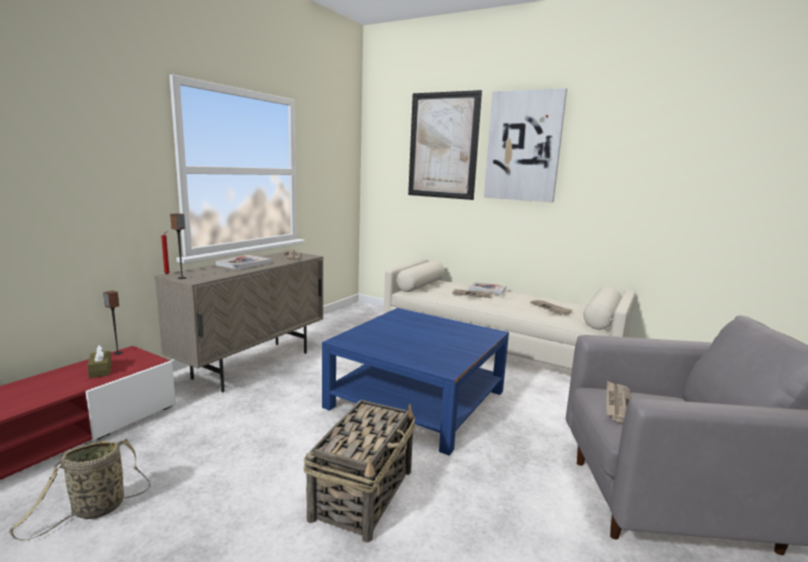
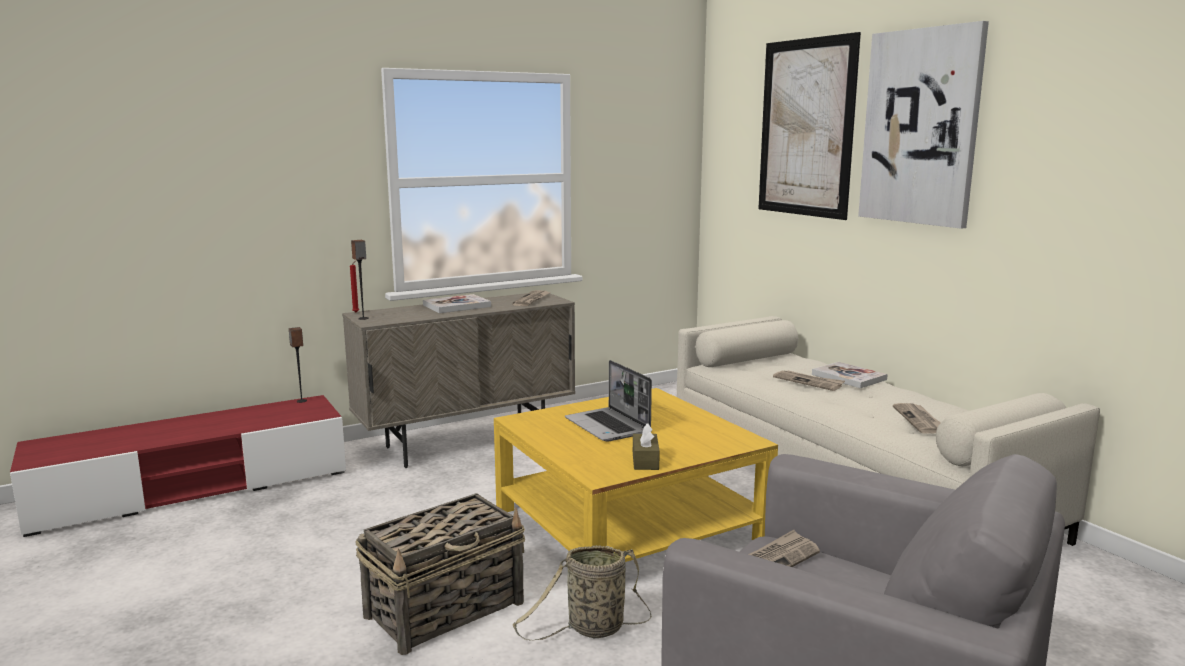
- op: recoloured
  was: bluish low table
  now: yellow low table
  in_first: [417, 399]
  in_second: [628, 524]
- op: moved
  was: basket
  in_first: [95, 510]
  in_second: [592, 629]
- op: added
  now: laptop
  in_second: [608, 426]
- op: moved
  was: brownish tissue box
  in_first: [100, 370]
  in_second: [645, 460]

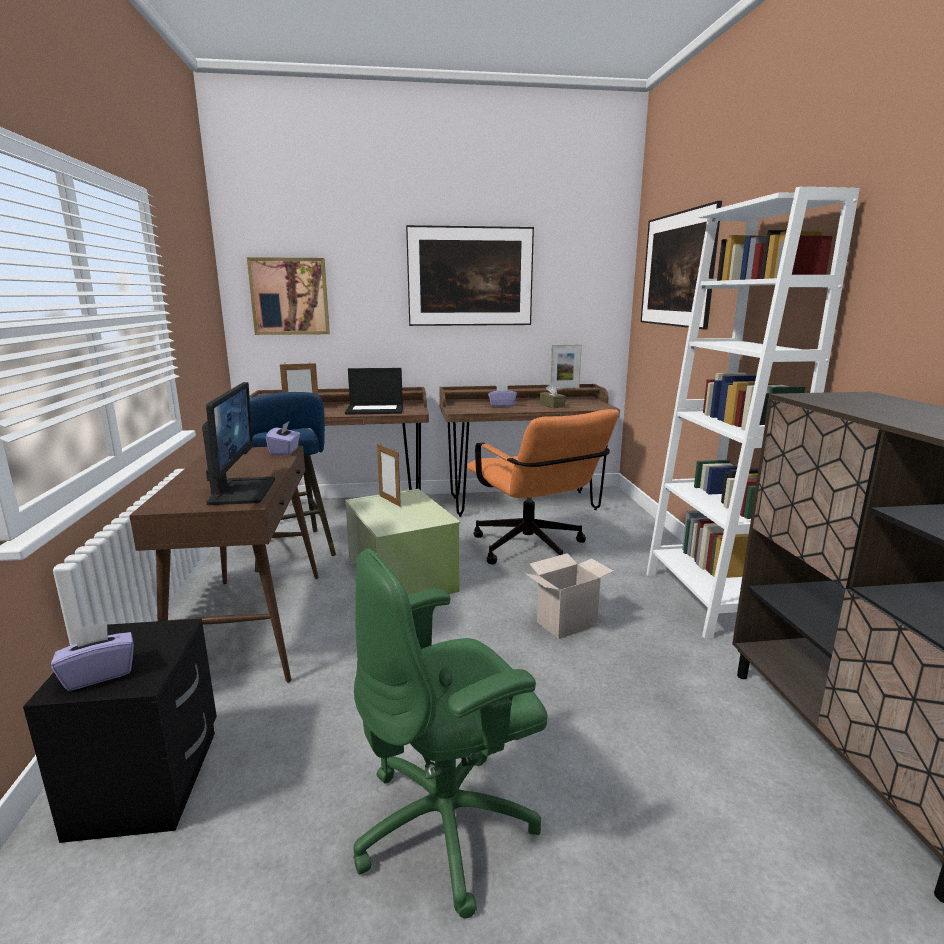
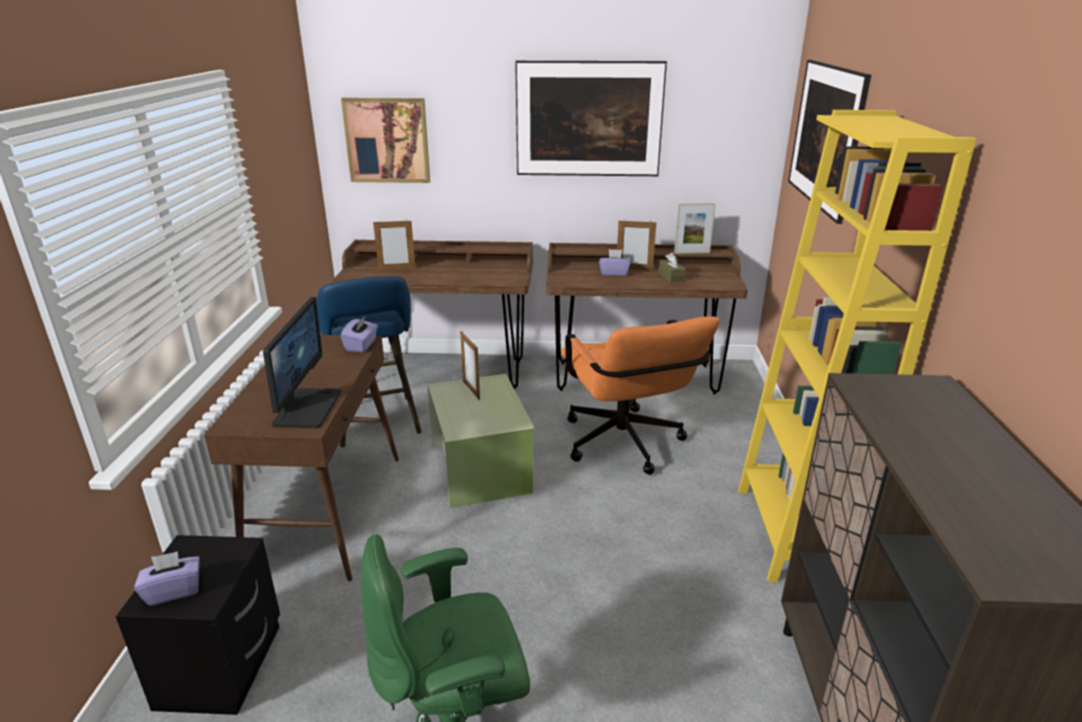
- op: added
  now: standing frame
  in_second: [634, 269]
- op: recoloured
  was: whitish shelving unit
  now: yellow shelving unit
  in_first: [707, 600]
  in_second: [792, 533]
- op: removed
  was: laptop
  in_first: [375, 410]
- op: removed
  was: carton
  in_first: [567, 622]

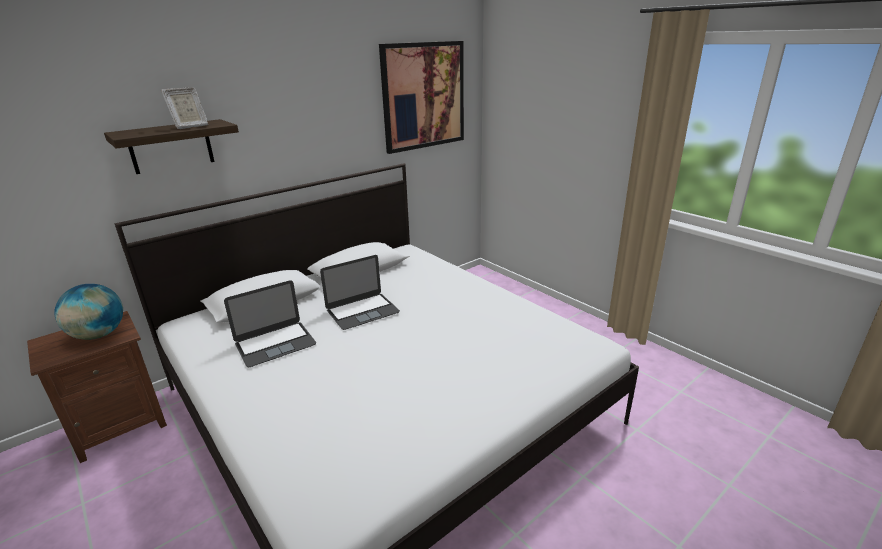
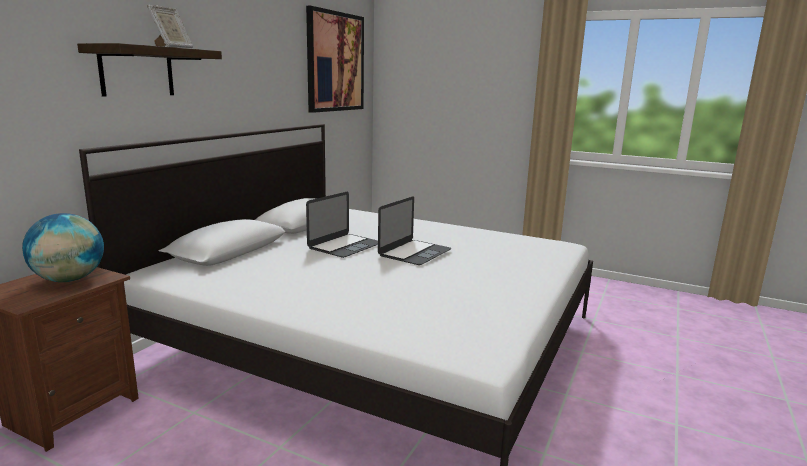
- op: moved
  was: laptop
  in_first: [275, 343]
  in_second: [415, 252]

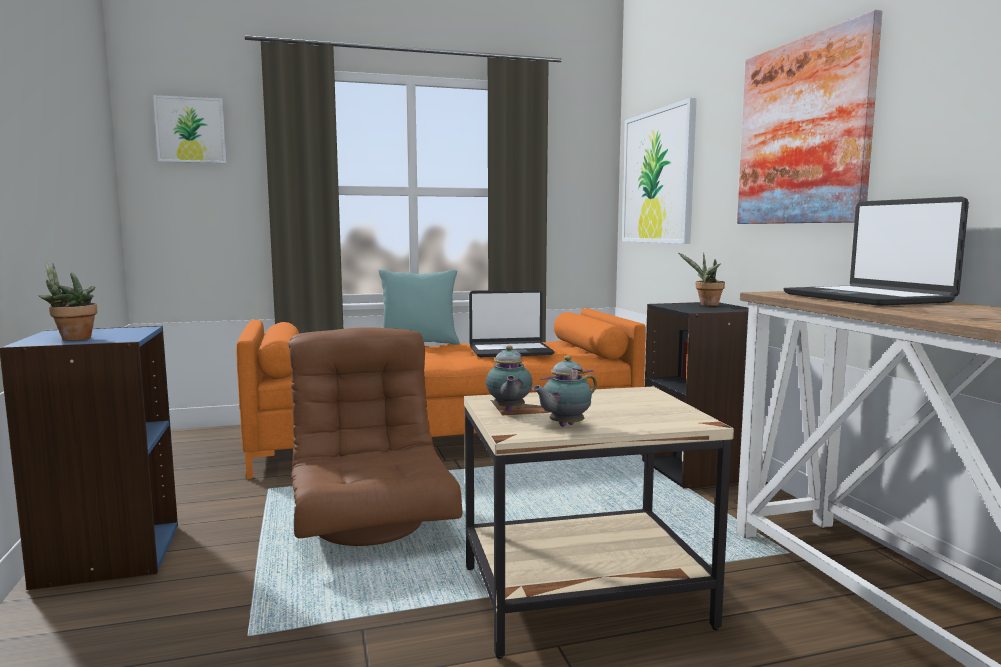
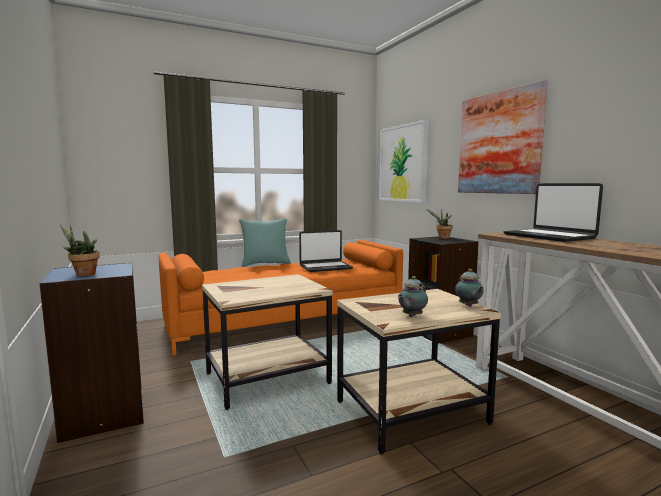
- op: replaced
  was: brownish lounge chair
  now: sand-coloured side table
  in_first: [372, 523]
  in_second: [267, 378]
- op: moved
  was: tea pot
  in_first: [508, 410]
  in_second: [468, 306]
- op: removed
  was: wall picture
  in_first: [191, 130]

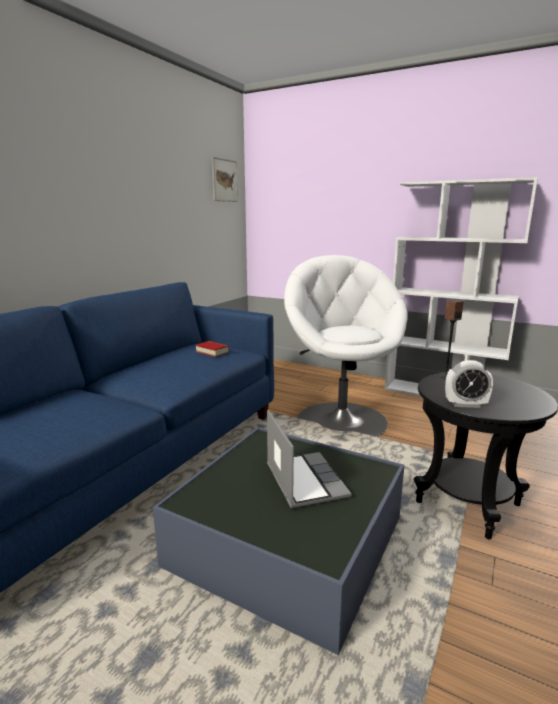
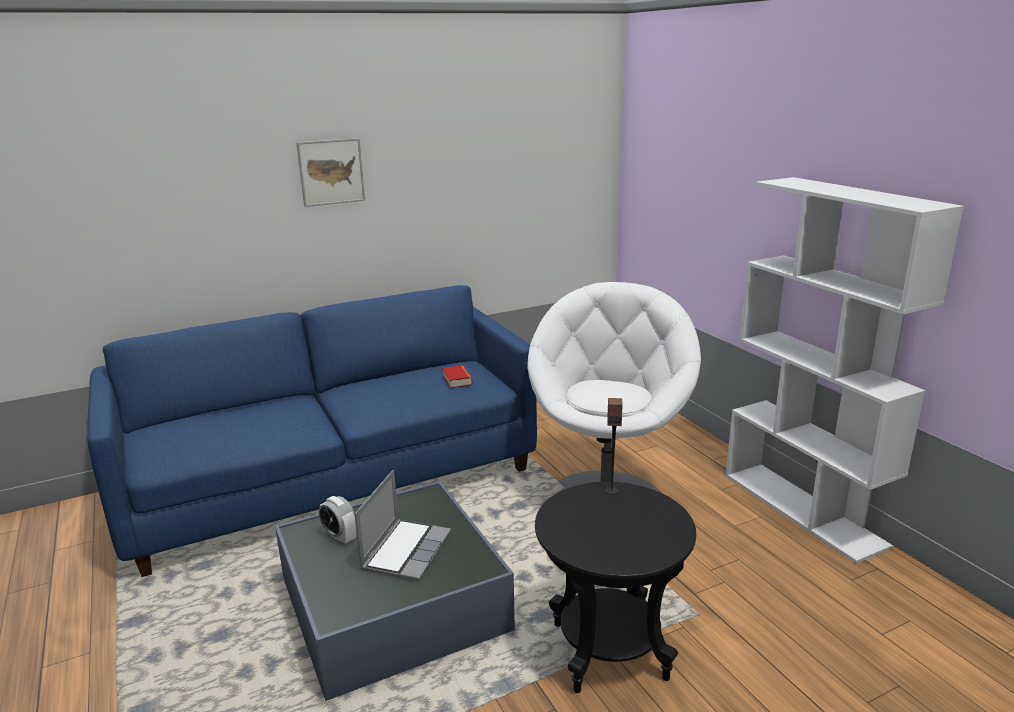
- op: moved
  was: wall picture
  in_first: [224, 180]
  in_second: [331, 172]
- op: moved
  was: alarm clock
  in_first: [465, 404]
  in_second: [340, 538]

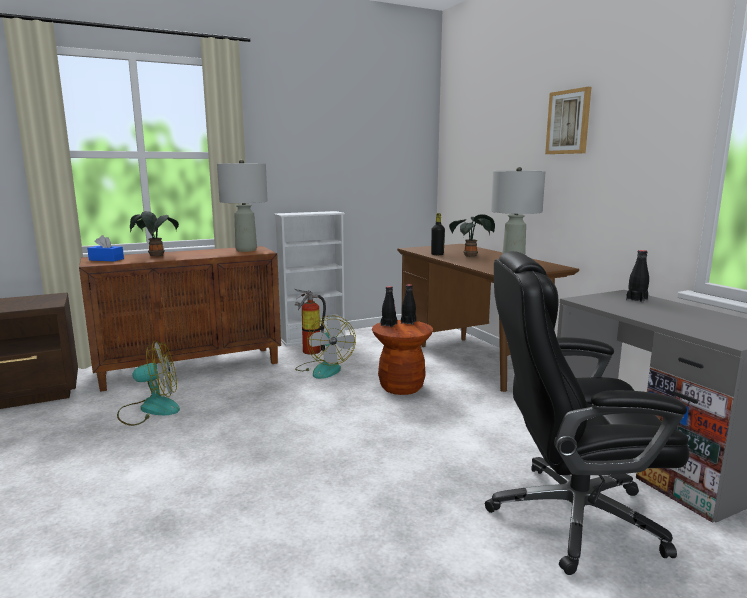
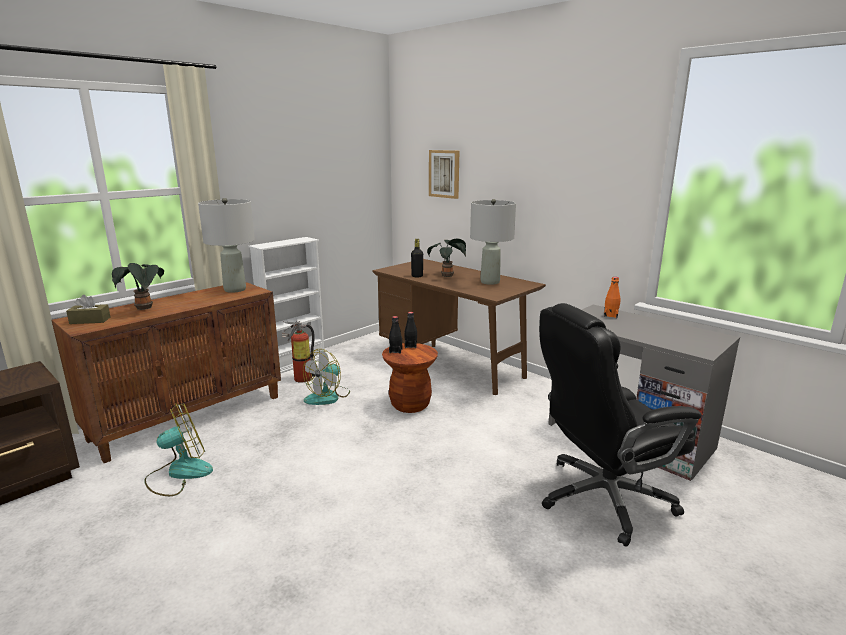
- op: recoloured
  was: bluish tissue box
  now: brownish tissue box
  in_first: [106, 259]
  in_second: [90, 320]
- op: turned
  was: electric fan
  in_first: [324, 369]
  in_second: [328, 396]
  clockwise: 75
- op: moved
  was: wall picture
  in_first: [568, 122]
  in_second: [444, 174]
- op: recoloured
  was: black bottle
  now: orange-coloured bottle
  in_first: [636, 299]
  in_second: [610, 315]

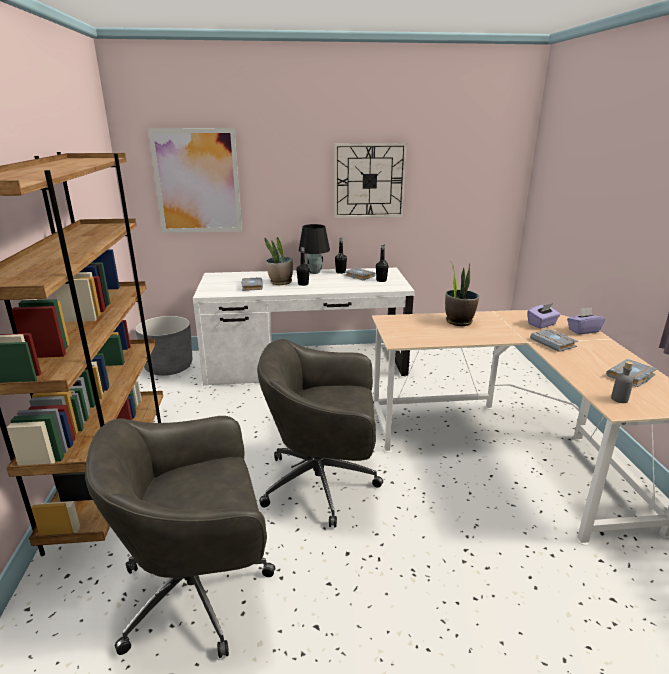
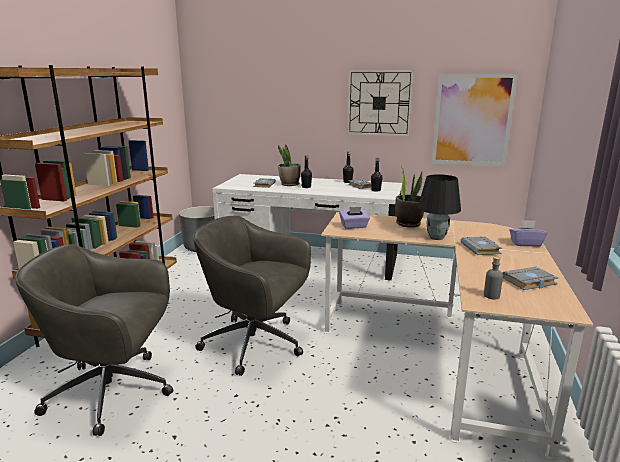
- op: moved
  was: purple tissue box
  in_first: [542, 324]
  in_second: [354, 226]
- op: moved
  was: black tabletop lamp
  in_first: [314, 272]
  in_second: [436, 237]
- op: moved
  was: wall picture
  in_first: [197, 181]
  in_second: [472, 120]

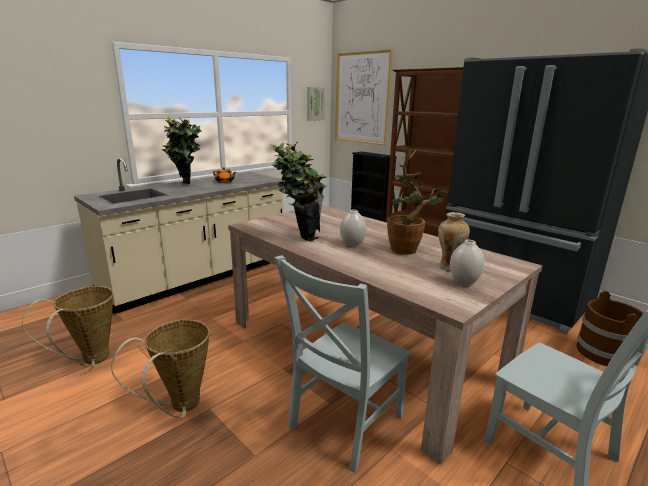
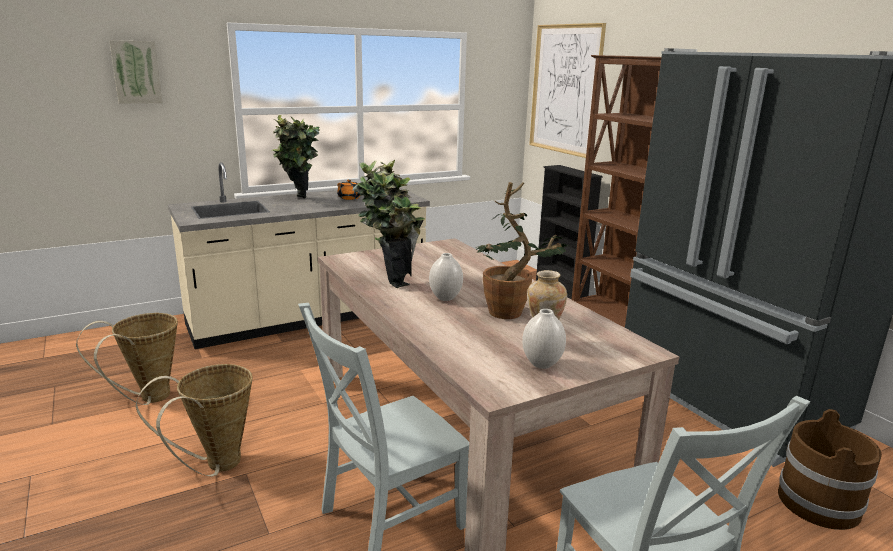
- op: moved
  was: wall picture
  in_first: [315, 104]
  in_second: [136, 72]

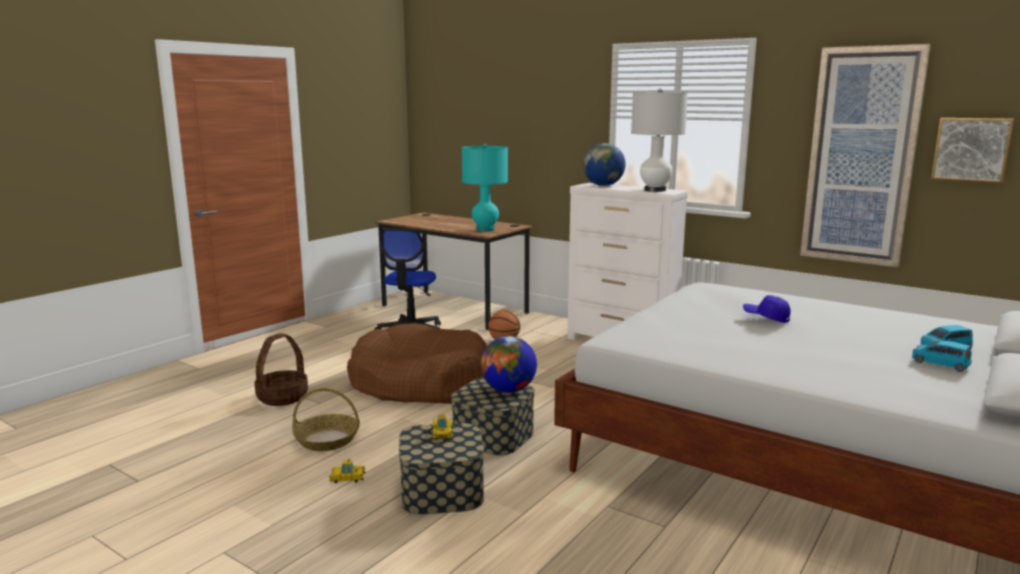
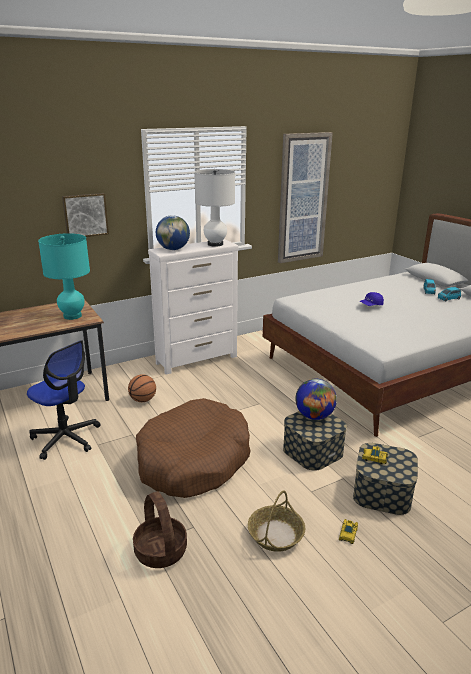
- op: moved
  was: wall picture
  in_first: [971, 149]
  in_second: [85, 215]

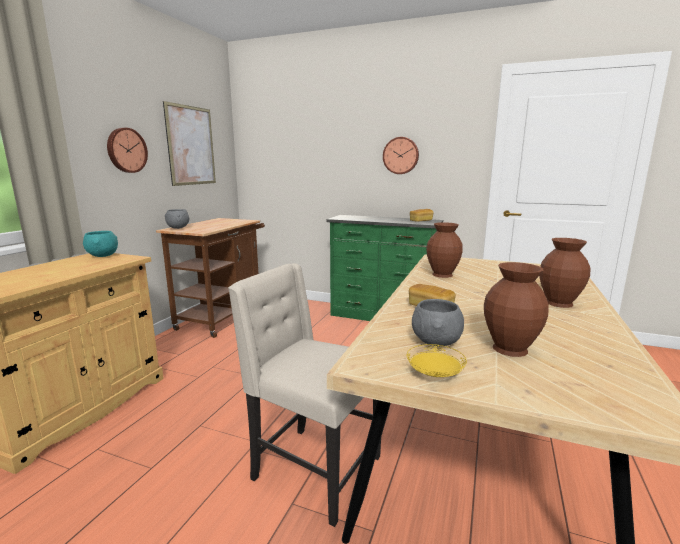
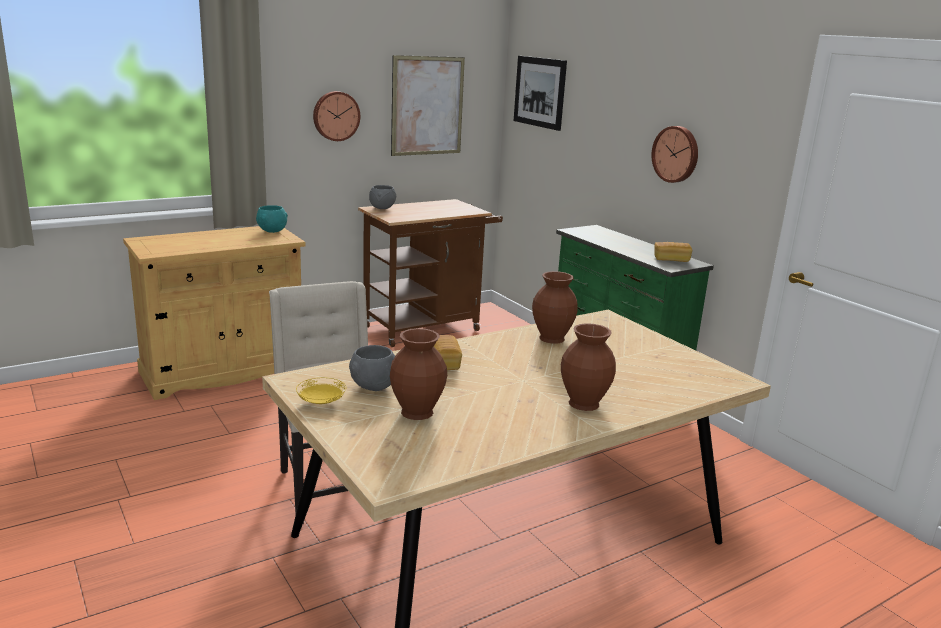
- op: added
  now: wall picture
  in_second: [539, 92]

